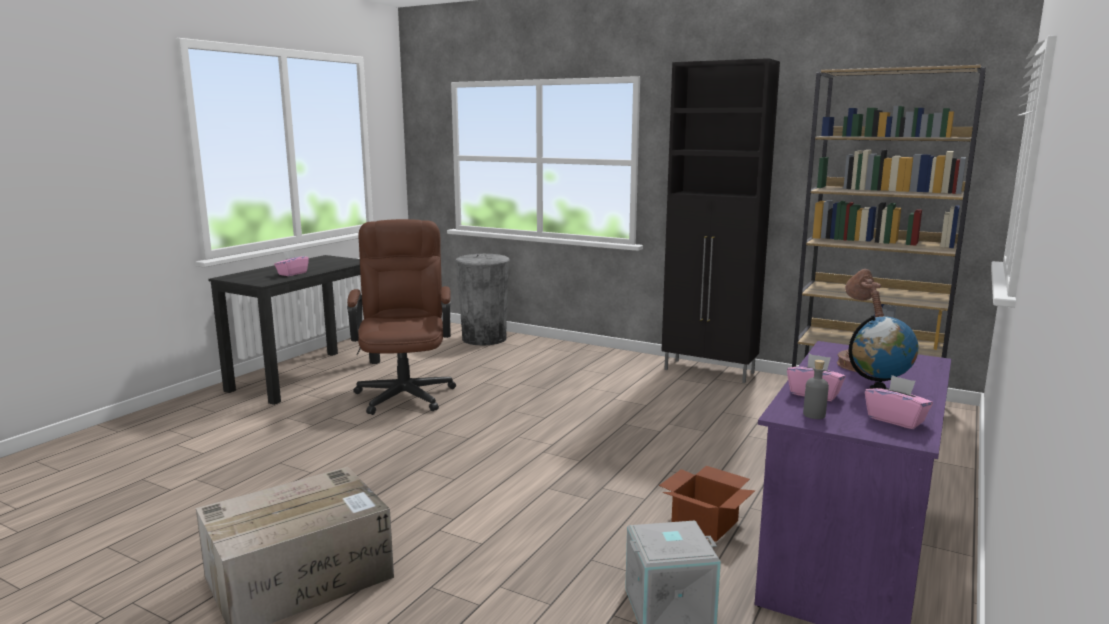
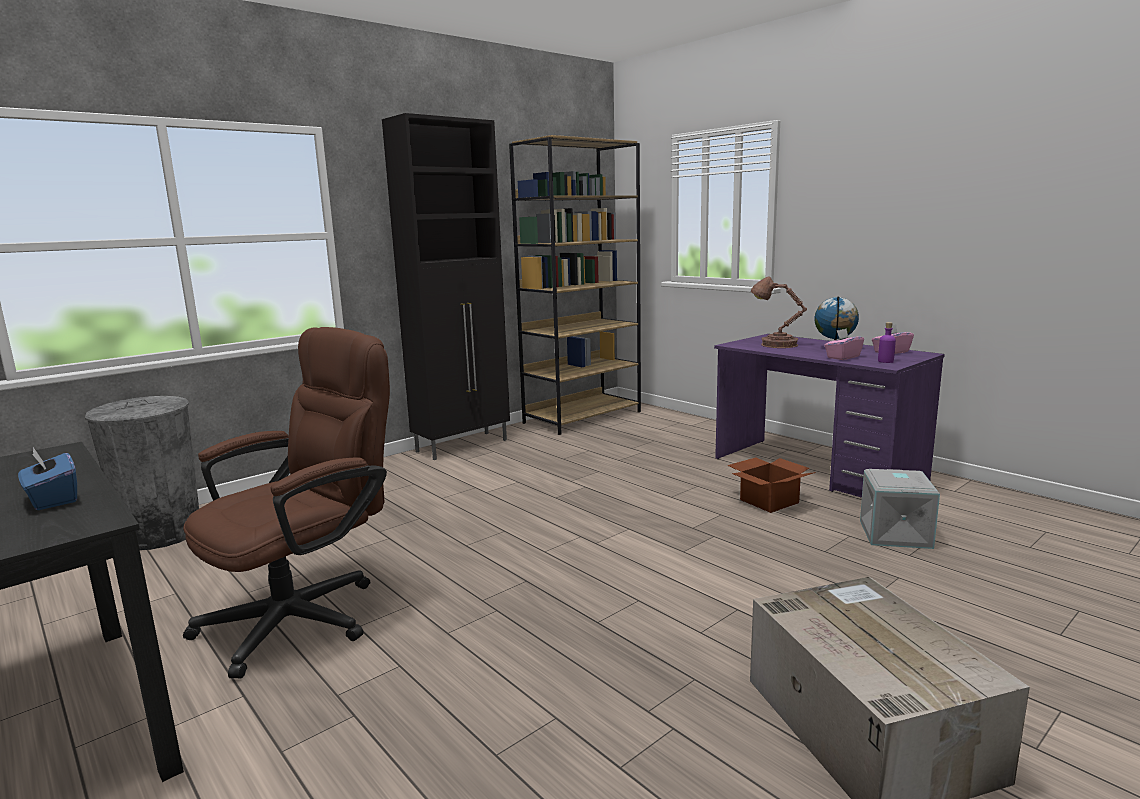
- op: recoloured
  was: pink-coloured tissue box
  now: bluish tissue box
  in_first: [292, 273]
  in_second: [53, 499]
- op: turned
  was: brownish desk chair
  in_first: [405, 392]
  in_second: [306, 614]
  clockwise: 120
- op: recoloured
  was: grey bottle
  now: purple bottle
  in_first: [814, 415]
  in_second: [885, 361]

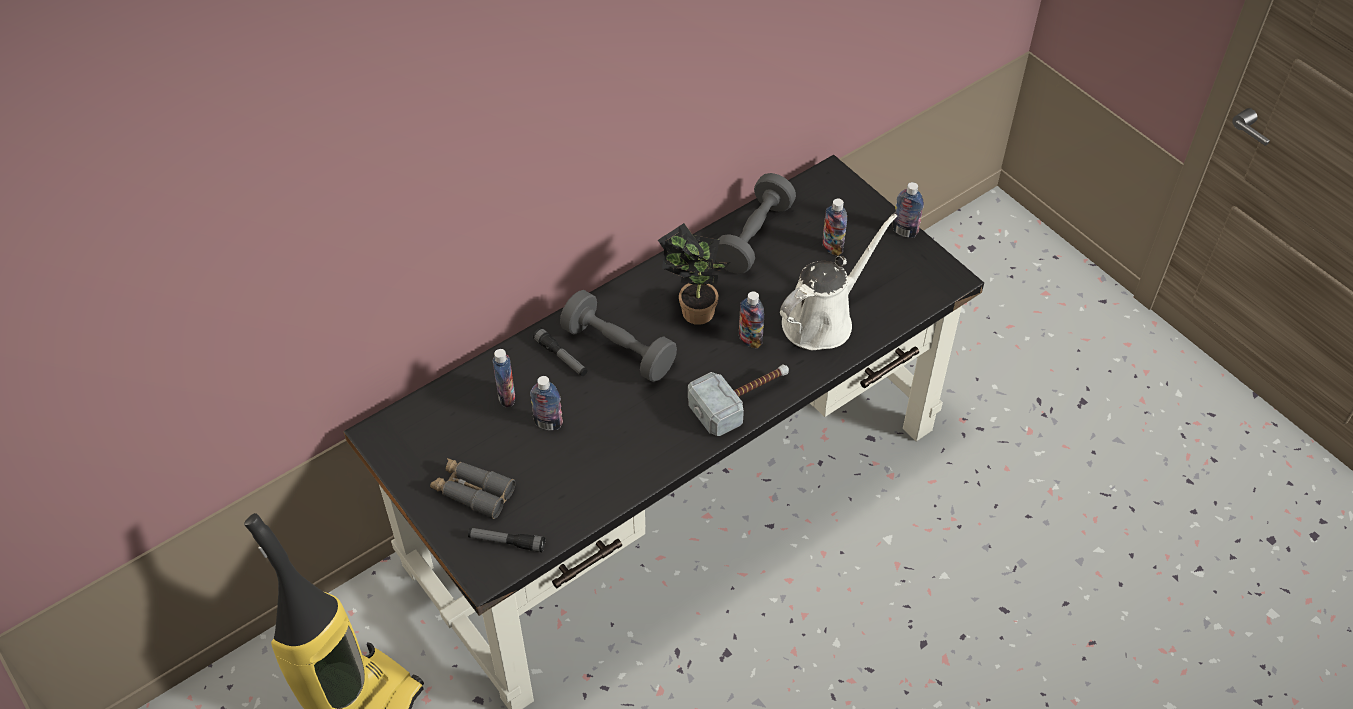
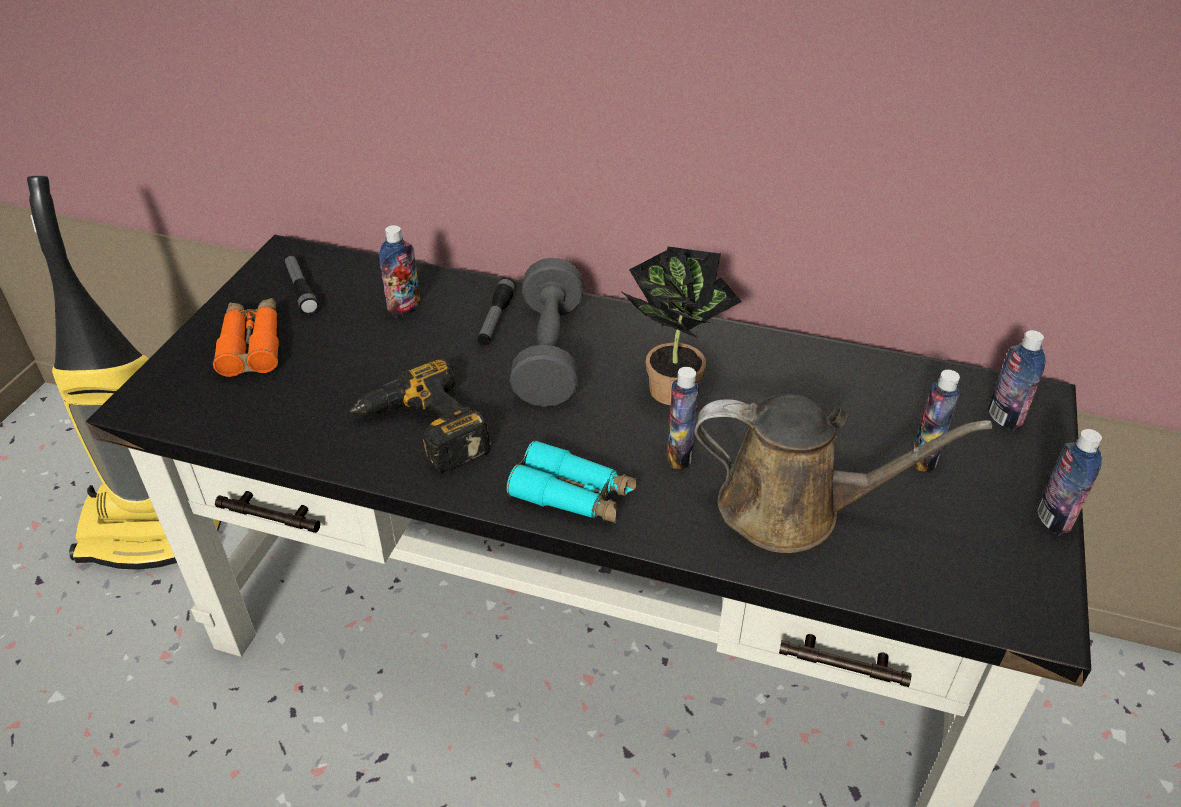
- op: recoloured
  was: grey field glasses
  now: orange-coloured field glasses
  in_first: [473, 492]
  in_second: [252, 345]
- op: moved
  was: hand torch
  in_first: [507, 542]
  in_second: [301, 290]
- op: added
  now: power drill
  in_second: [421, 431]
- op: replaced
  was: hammer
  now: turquoise field glasses
  in_first: [742, 400]
  in_second: [573, 495]
- op: recoloured
  was: whitish watering pot
  now: brownish watering pot
  in_first: [822, 319]
  in_second: [792, 509]
- op: moved
  was: bottle
  in_first: [548, 423]
  in_second: [1004, 418]
- op: removed
  was: grey free weight
  in_first: [753, 237]

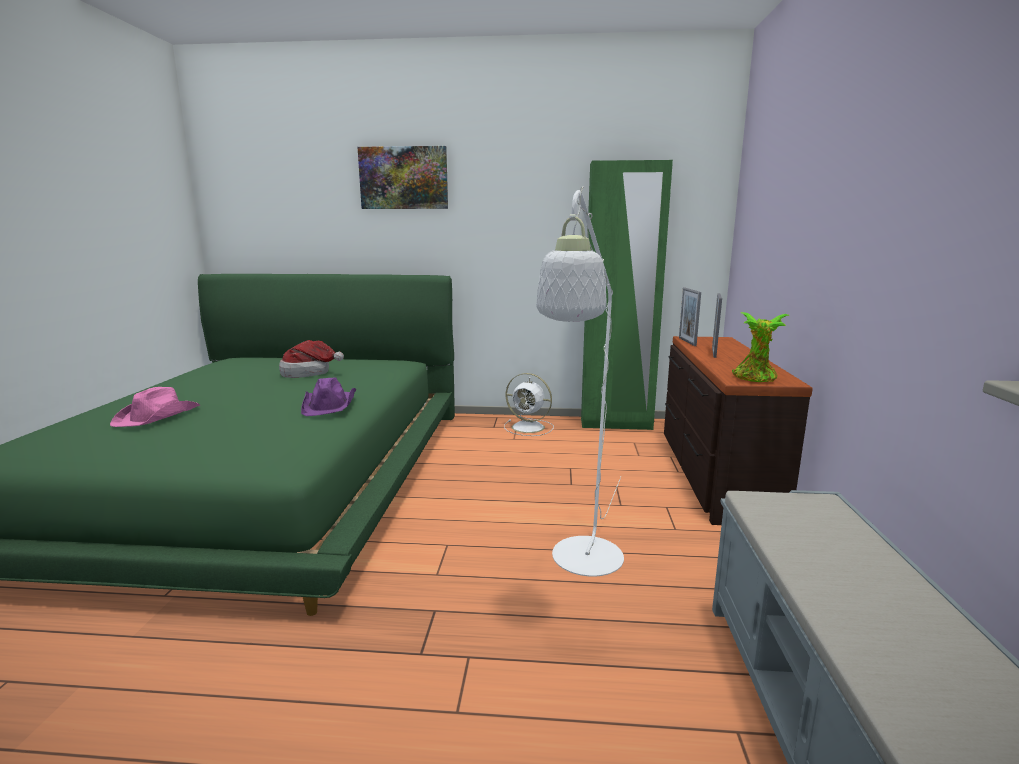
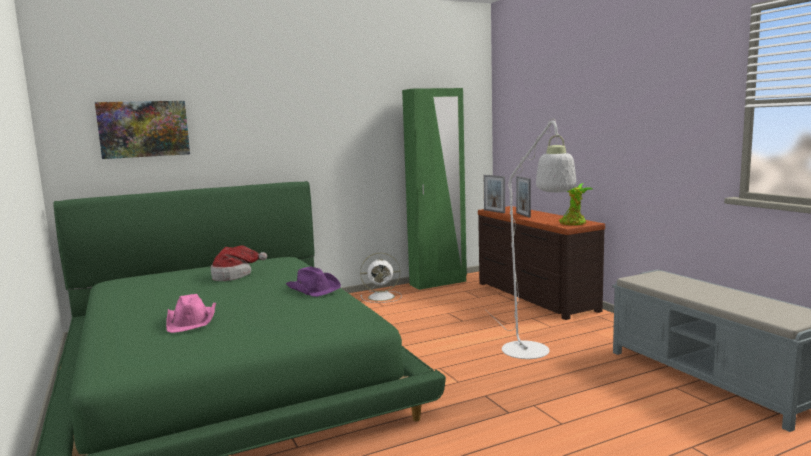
- op: moved
  was: wall picture
  in_first: [404, 178]
  in_second: [144, 129]

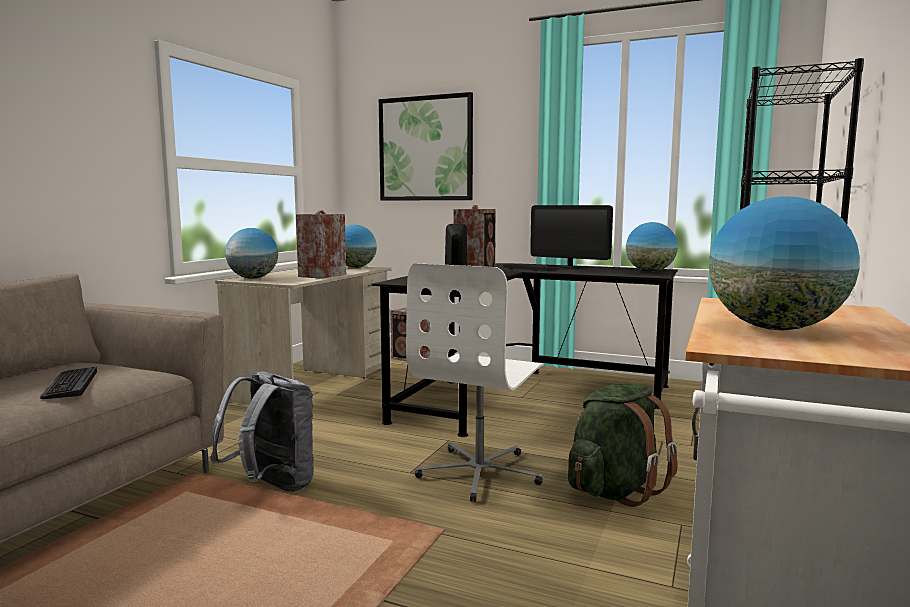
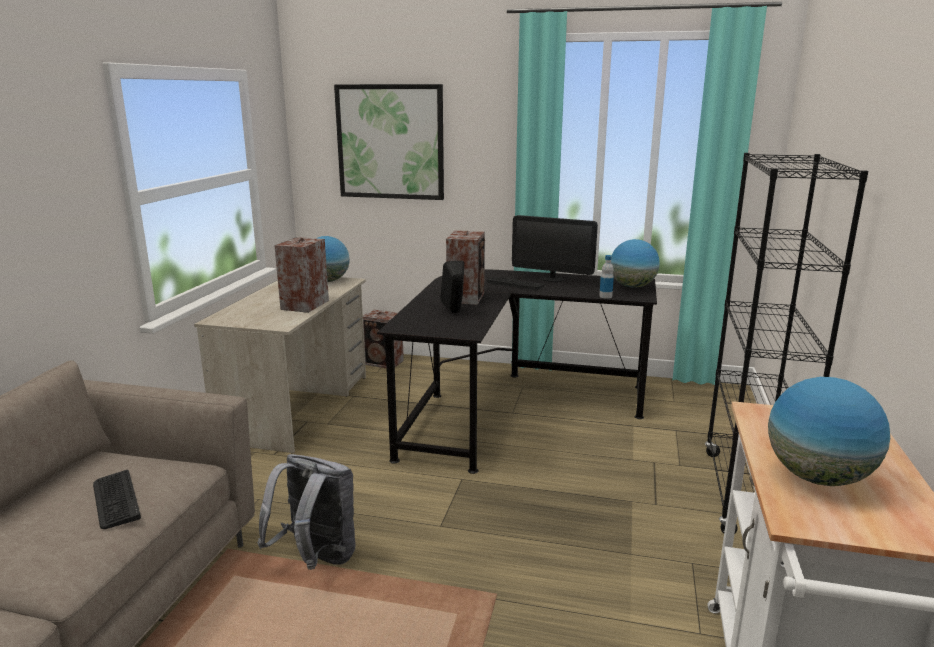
- op: added
  now: bottle
  in_second: [605, 296]
- op: removed
  was: globe
  in_first: [253, 278]
- op: removed
  was: whitish desk chair
  in_first: [480, 472]
- op: removed
  was: green-coloured knapsack
  in_first: [615, 490]

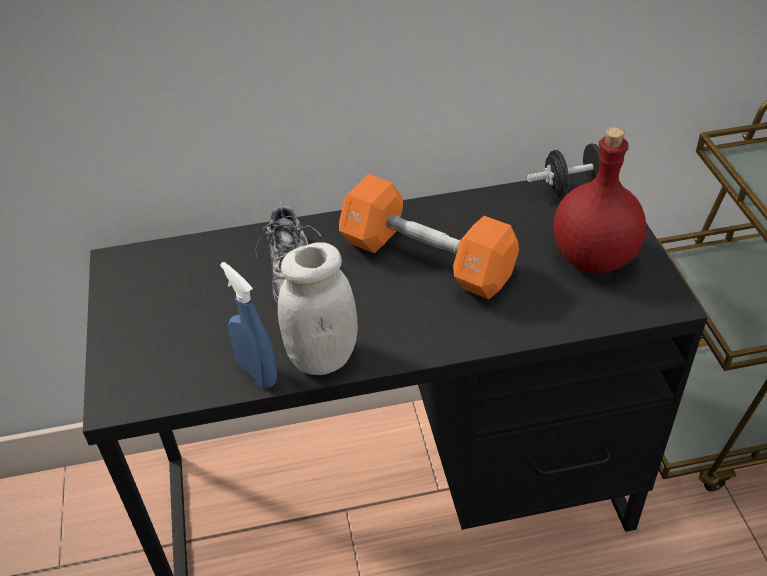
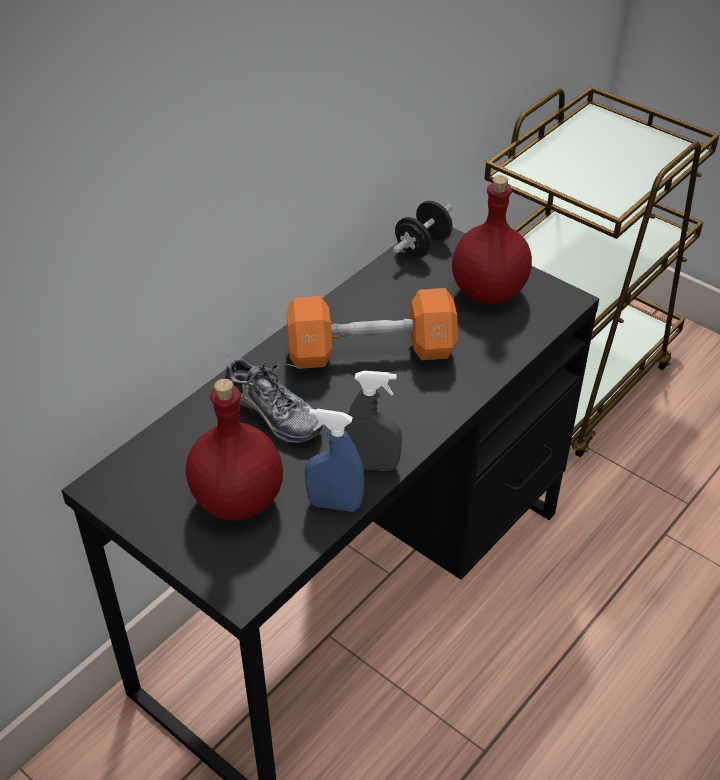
- op: added
  now: red bottle
  in_second: [236, 500]
- op: replaced
  was: whitish storage jar
  now: grey sprayer
  in_first: [322, 357]
  in_second: [372, 465]

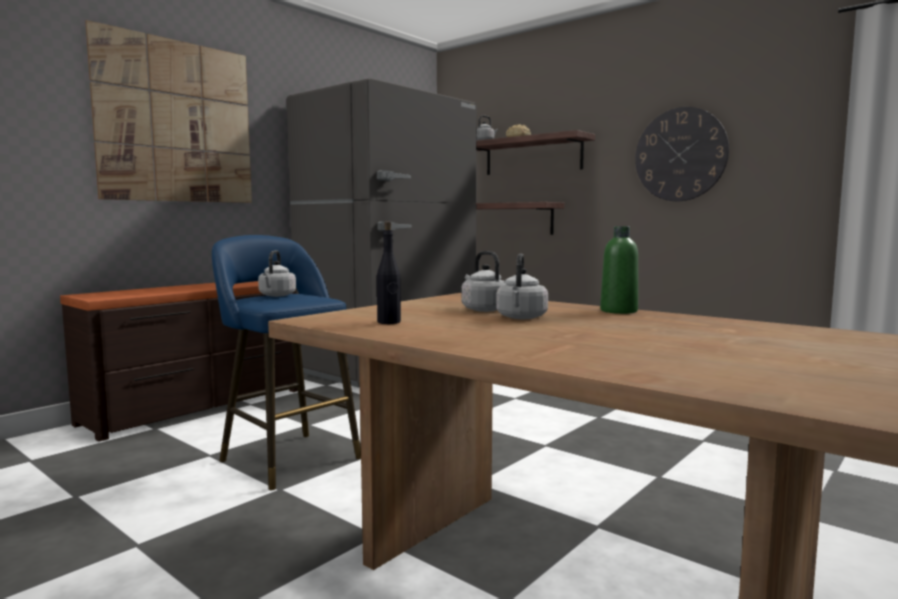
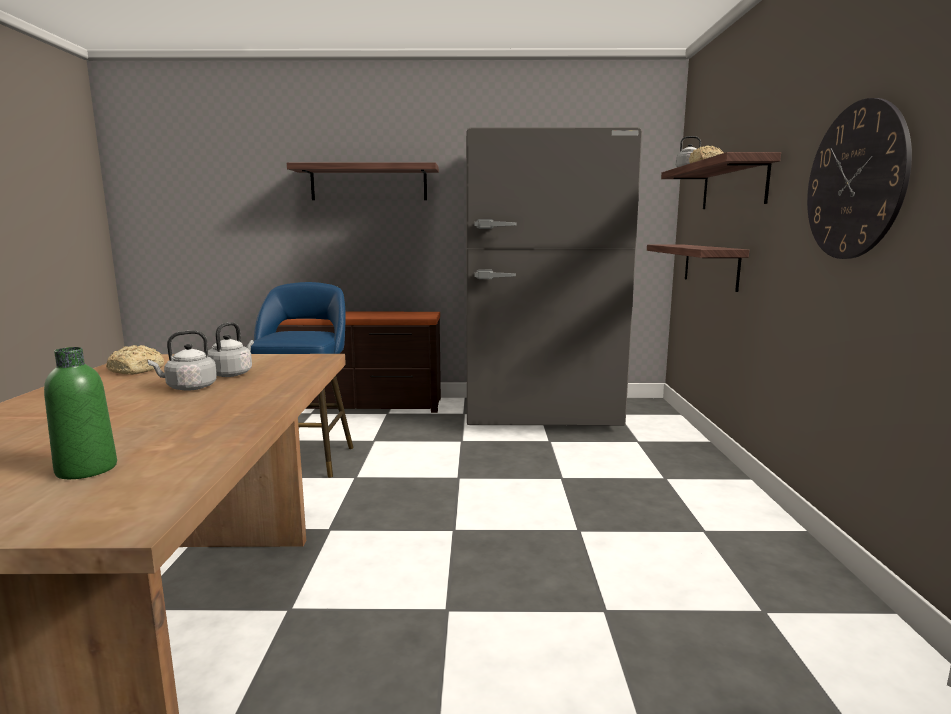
- op: moved
  was: green-coloured bottle
  in_first: [618, 311]
  in_second: [86, 469]
- op: replaced
  was: black bottle
  now: bakery bread
  in_first: [389, 322]
  in_second: [138, 370]
- op: replaced
  was: wall picture
  now: wall shelf
  in_first: [177, 122]
  in_second: [368, 183]
- op: removed
  was: grey water kettle
  in_first: [276, 295]

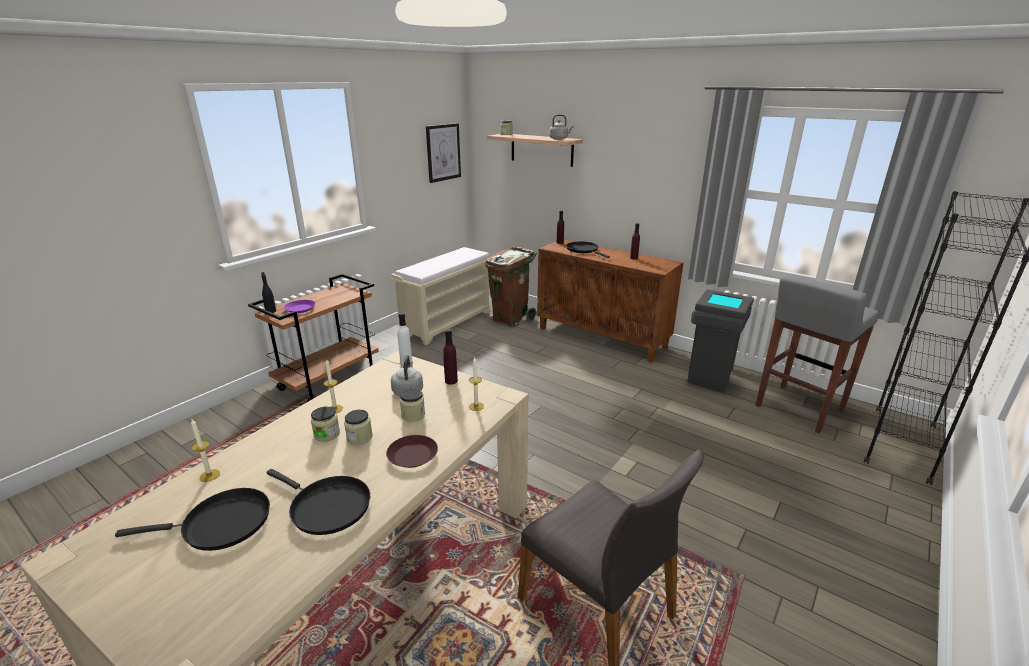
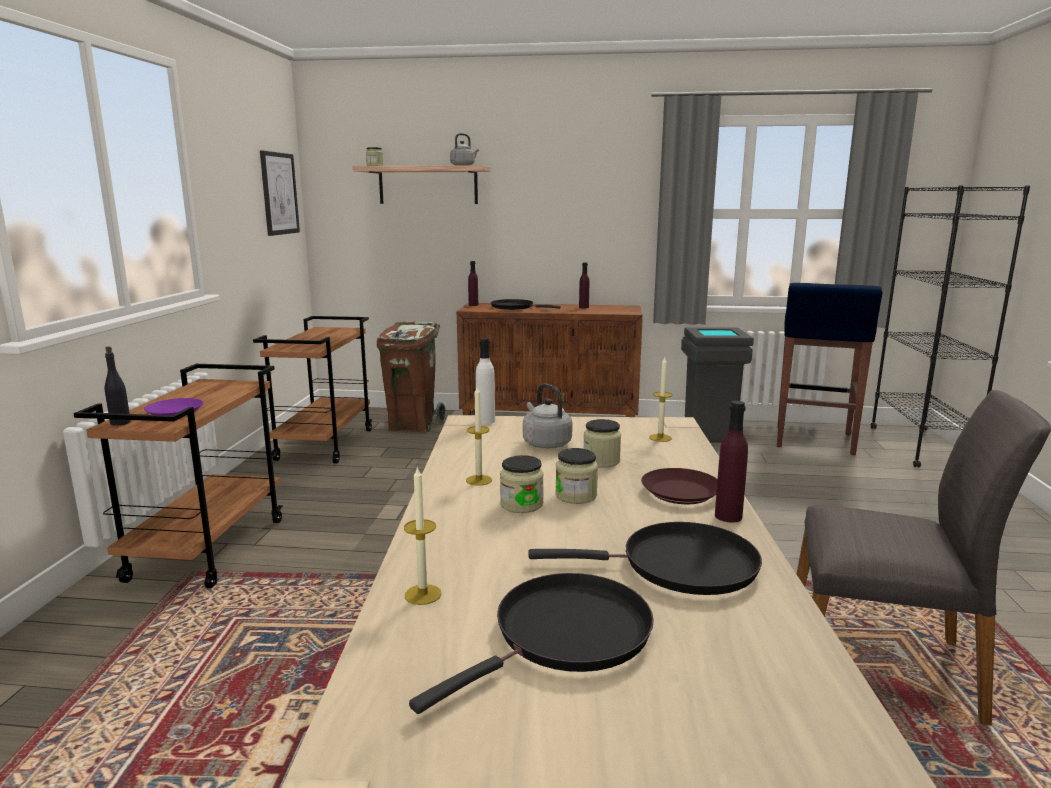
- op: replaced
  was: sand-coloured bench
  now: brownish trolley
  in_first: [447, 323]
  in_second: [325, 444]
- op: moved
  was: purple bottle
  in_first: [451, 381]
  in_second: [728, 516]
- op: recoloured
  was: grey stool seat
  now: bluish stool seat
  in_first: [798, 409]
  in_second: [813, 441]

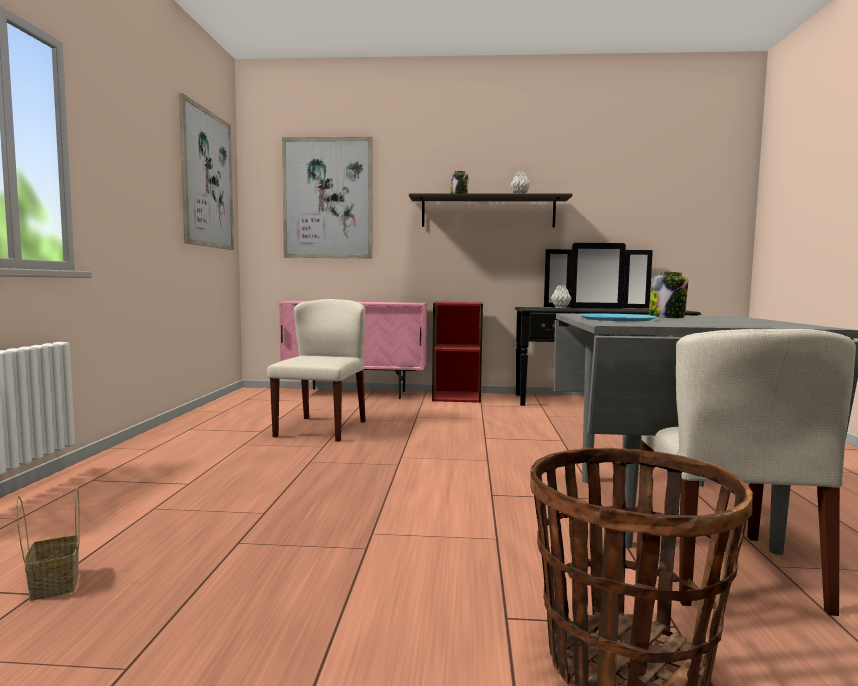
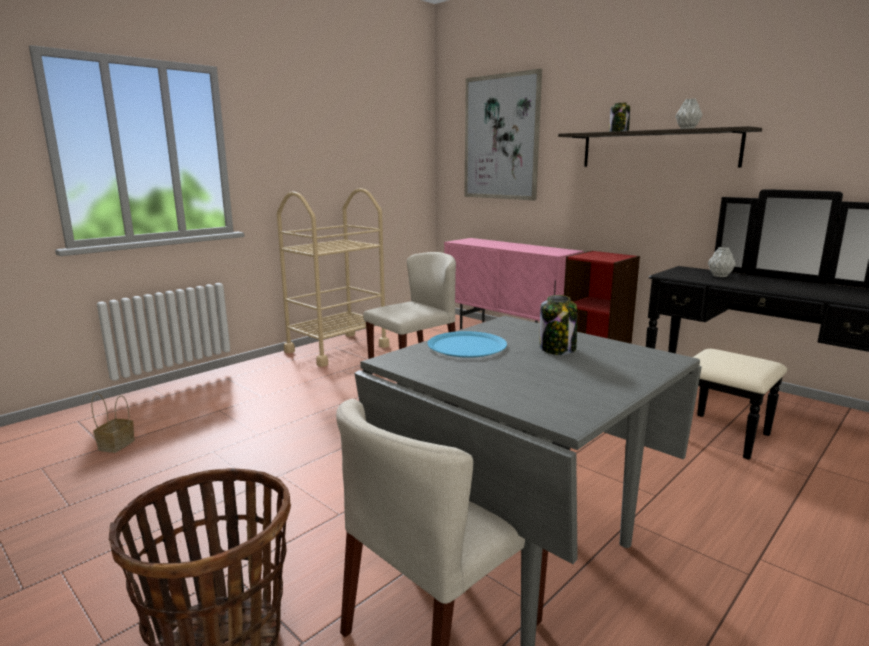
- op: added
  now: sand-coloured trolley
  in_second: [337, 349]
- op: removed
  was: wall picture
  in_first: [207, 179]

